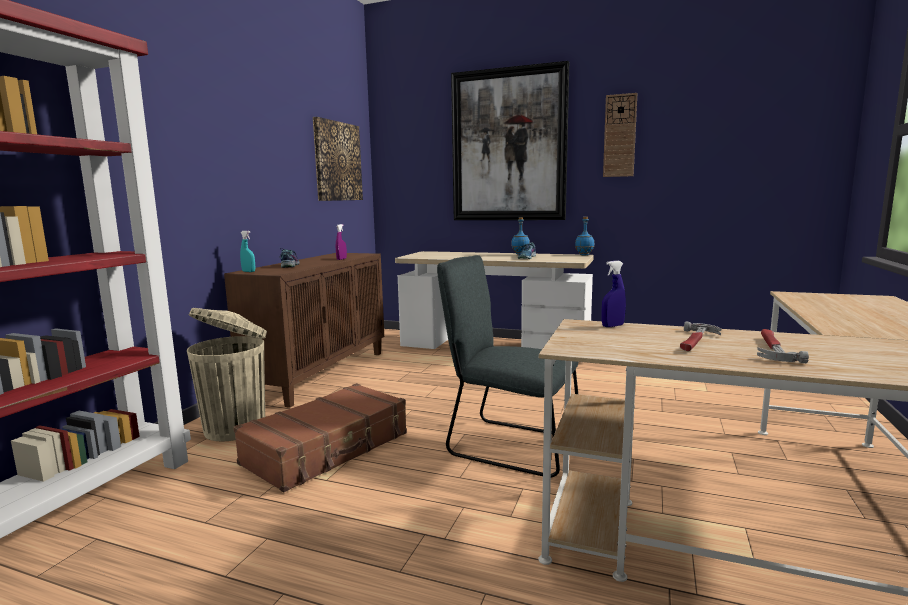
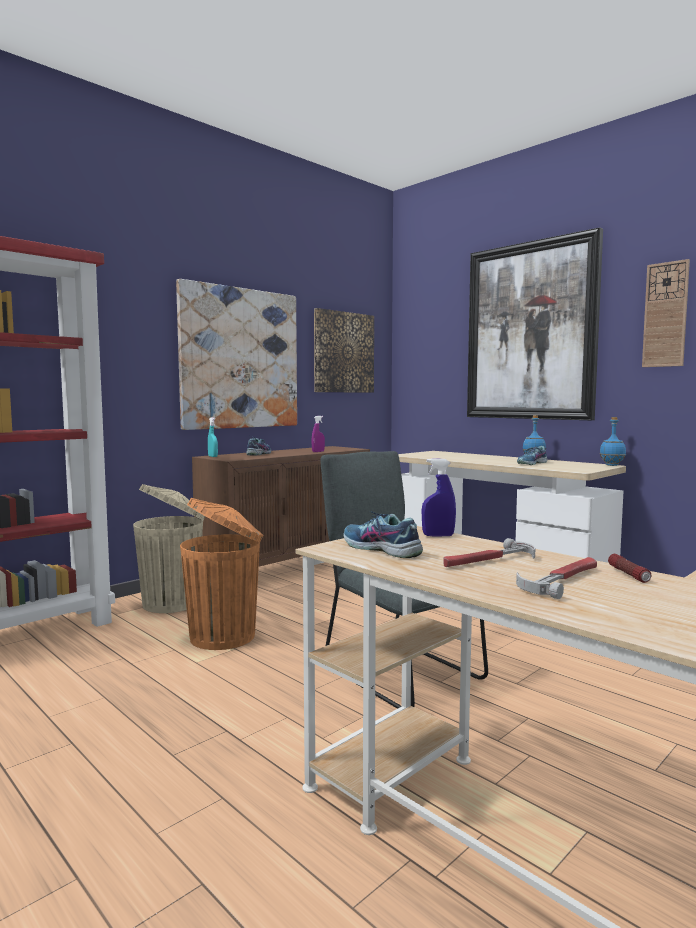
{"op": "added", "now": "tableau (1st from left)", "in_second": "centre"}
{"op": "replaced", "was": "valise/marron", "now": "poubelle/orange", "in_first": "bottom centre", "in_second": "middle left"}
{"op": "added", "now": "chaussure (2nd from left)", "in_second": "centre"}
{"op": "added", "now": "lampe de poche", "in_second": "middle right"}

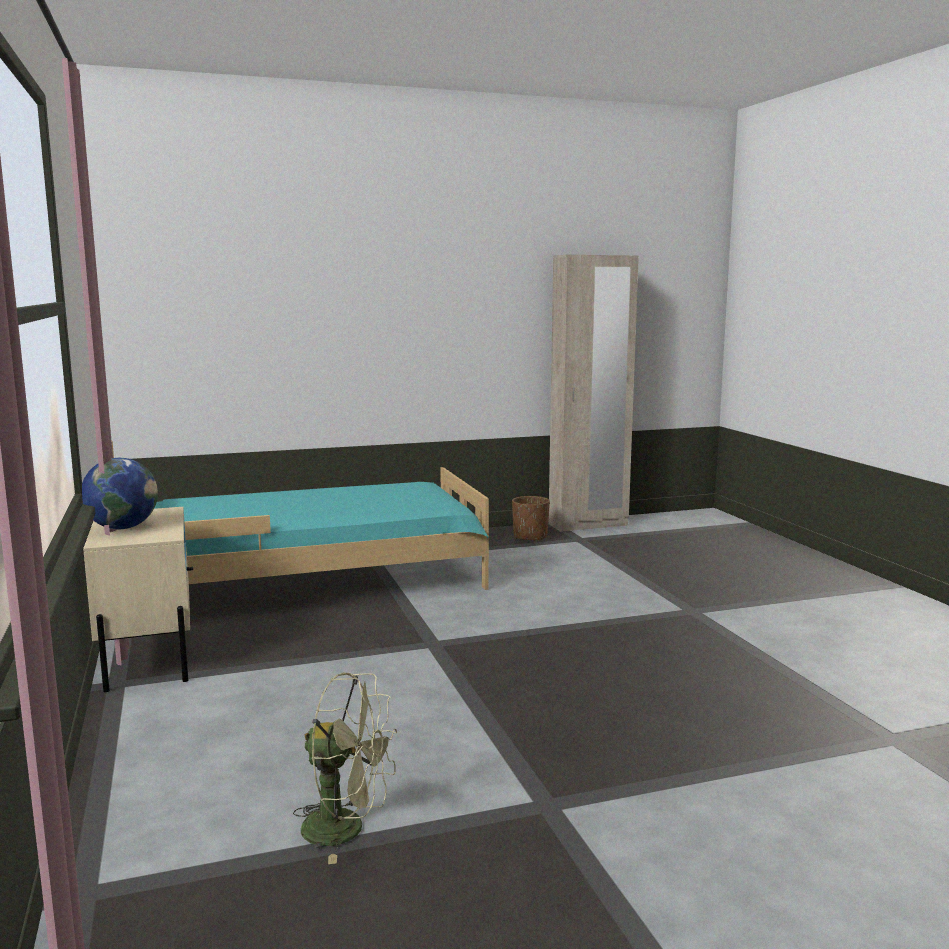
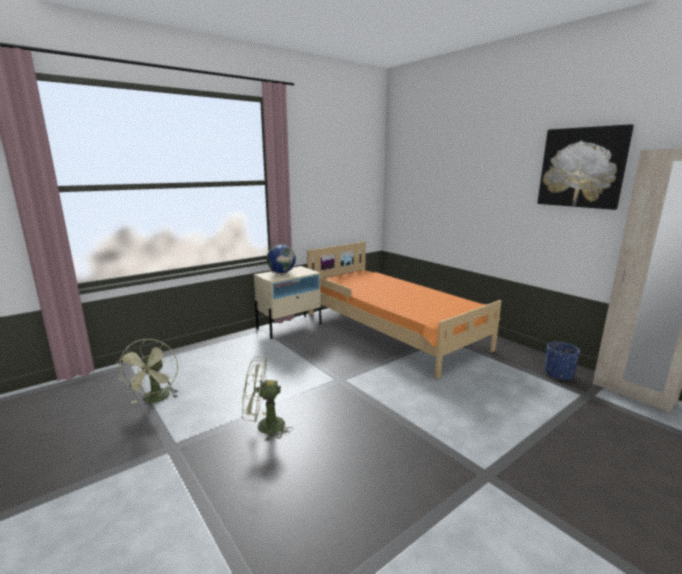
{"op": "added", "now": "ventilateur/vert (2nd from left)", "in_second": "bottom centre"}
{"op": "recoloured", "was": "lit/turquoise", "now": "lit/orange", "in_first": "middle left", "in_second": "centre"}
{"op": "added", "now": "tableau", "in_second": "top right"}
{"op": "recoloured", "was": "cache-pot/marron", "now": "cache-pot/bleu", "in_first": "centre", "in_second": "middle right"}

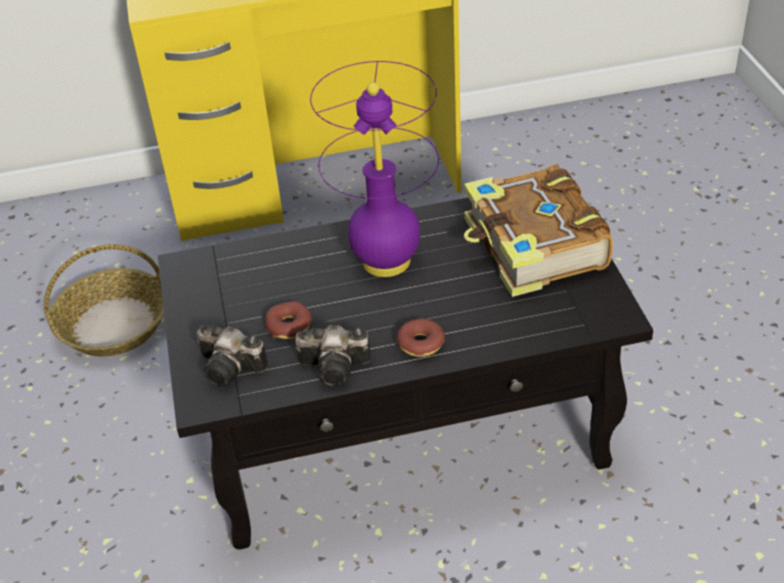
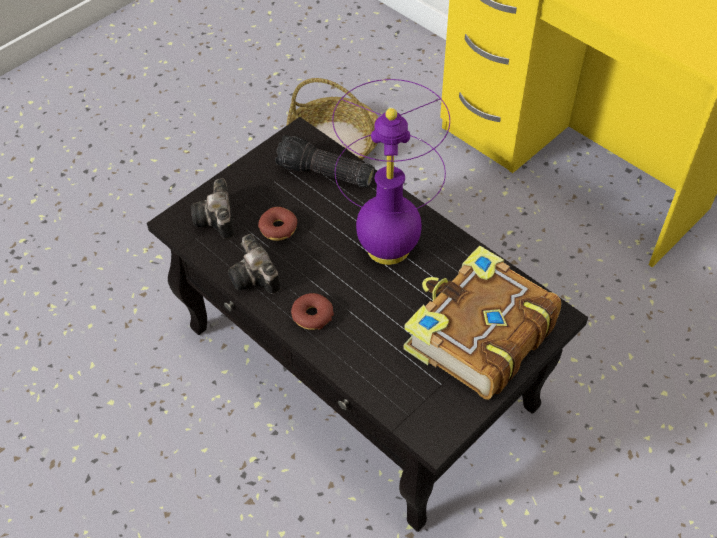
{"op": "added", "now": "lampe de poche", "in_second": "top centre"}

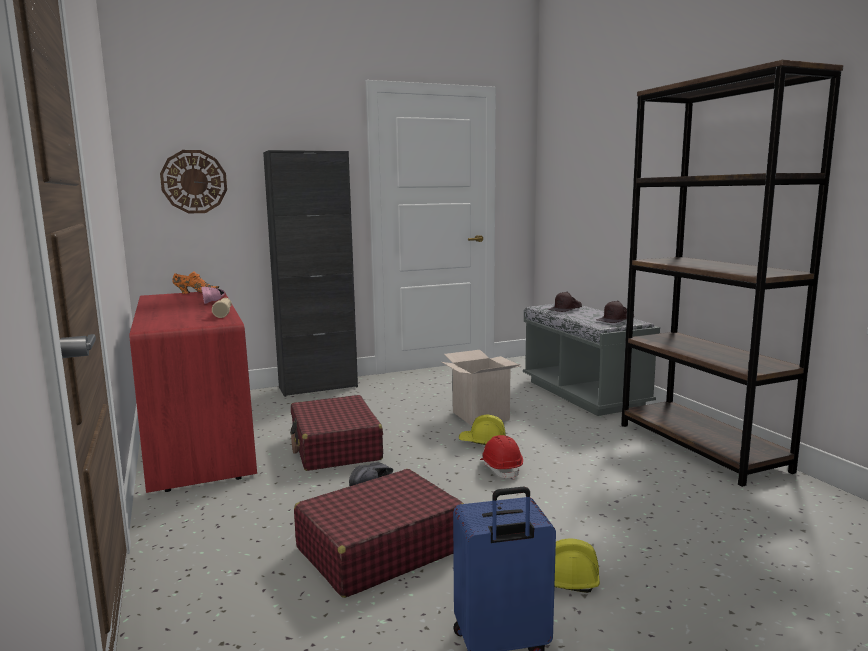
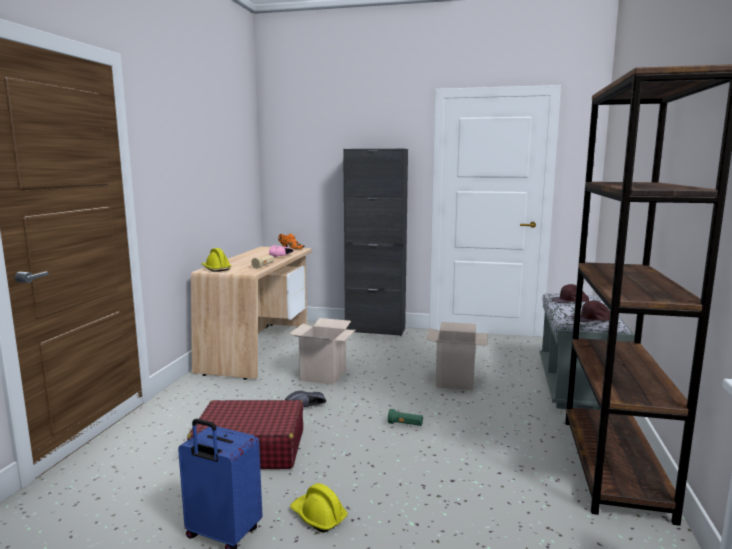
{"op": "recoloured", "was": "bureau/rouge", "now": "bureau/beige", "in_first": "middle left", "in_second": "centre"}
{"op": "moved", "was": "casque de chantier/jaune (1st from left)", "in_first": "centre", "in_second": "middle left"}
{"op": "replaced", "was": "valise/rouge (1st from left)", "now": "carton (1st from left)", "in_first": "centre", "in_second": "centre"}
{"op": "replaced", "was": "casque de chantier/rouge", "now": "lampe de poche/vert", "in_first": "bottom centre", "in_second": "bottom centre"}
{"op": "removed", "was": "horloge murale", "in_first": "top left"}

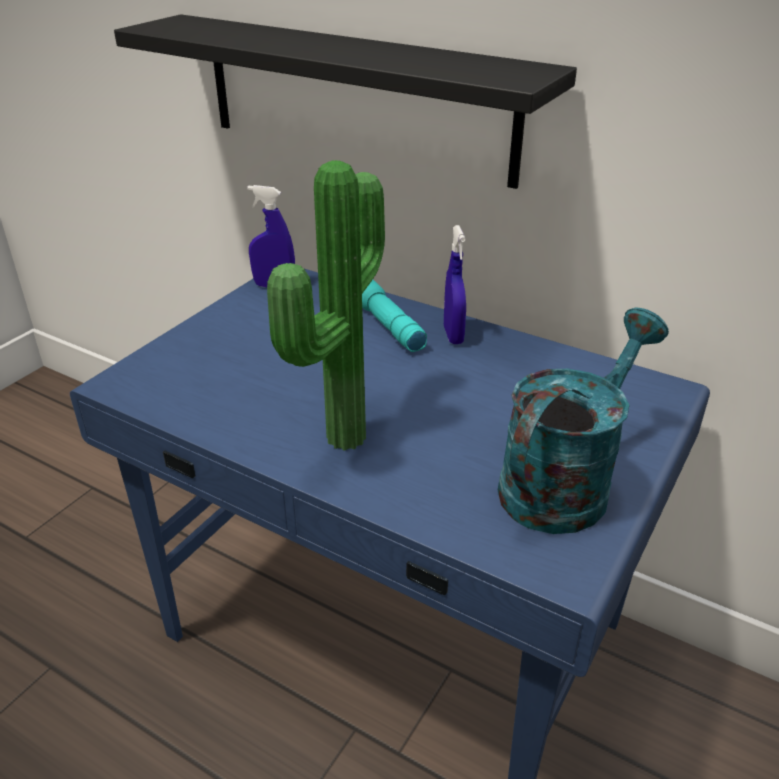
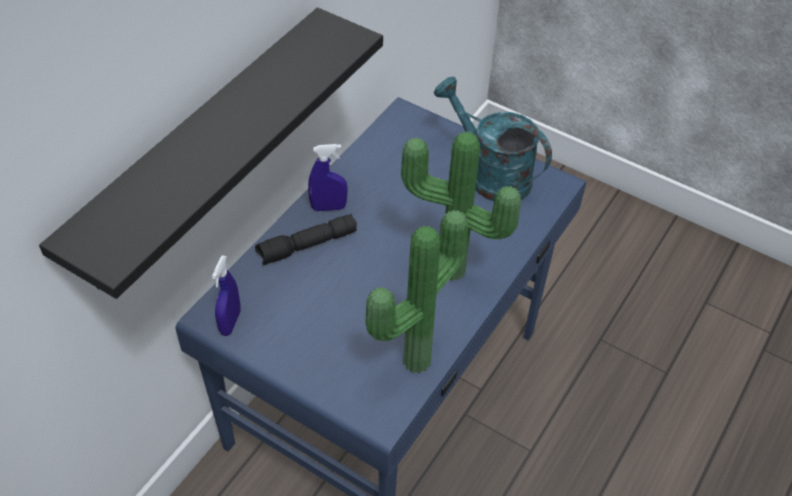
{"op": "recoloured", "was": "lampe de poche/turquoise", "now": "lampe de poche/noir", "in_first": "centre", "in_second": "centre"}
{"op": "added", "now": "plante en pot (1st from left)", "in_second": "centre"}

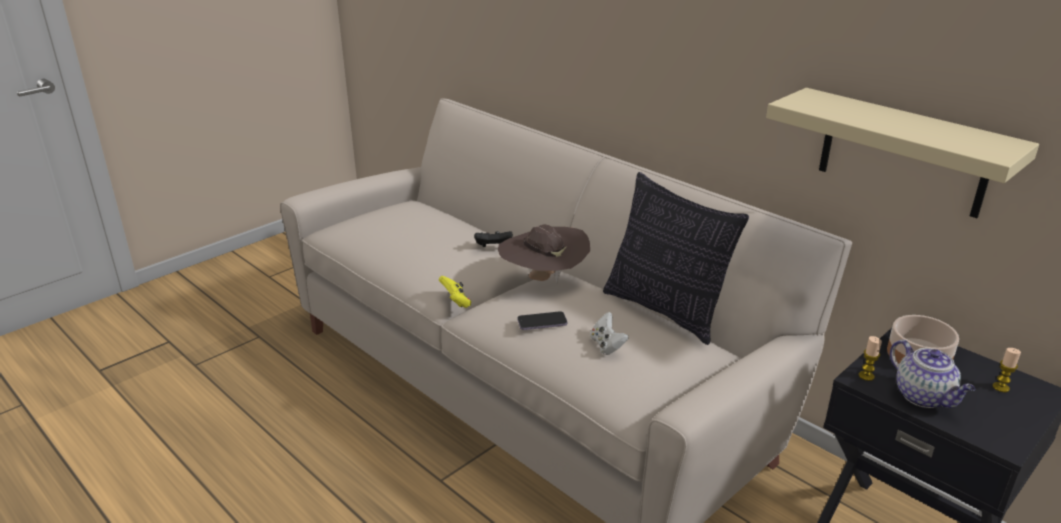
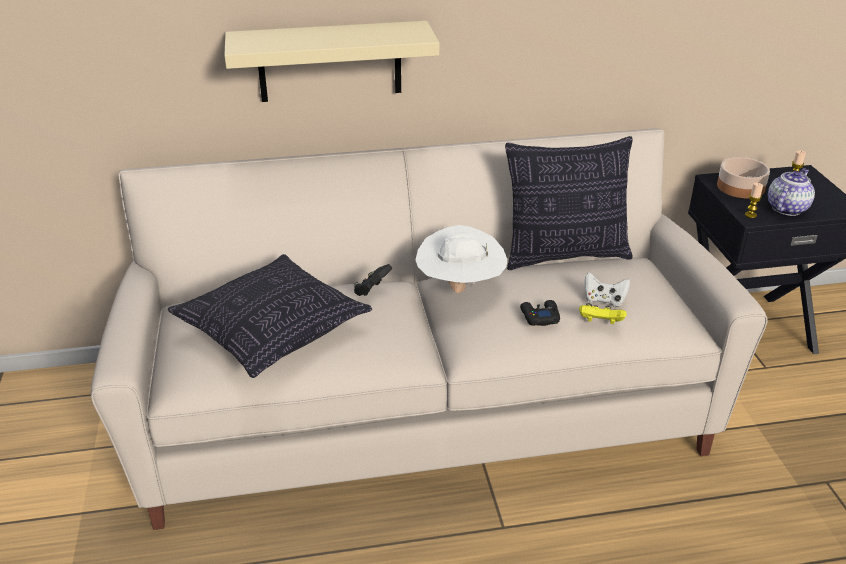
{"op": "added", "now": "coussin (1st from left)", "in_second": "middle left"}
{"op": "moved", "was": "étagère/beige", "in_first": "top right", "in_second": "top centre"}
{"op": "recoloured", "was": "chapeau/marron", "now": "chapeau/blanc", "in_first": "centre", "in_second": "centre"}
{"op": "replaced", "was": "téléphone", "now": "manette/noir (2nd from left)", "in_first": "centre", "in_second": "centre"}
{"op": "moved", "was": "manette/jaune", "in_first": "centre", "in_second": "middle right"}
{"op": "turned", "was": "théière", "in_first": "bottom right", "in_second": "middle right", "clockwise": -60}

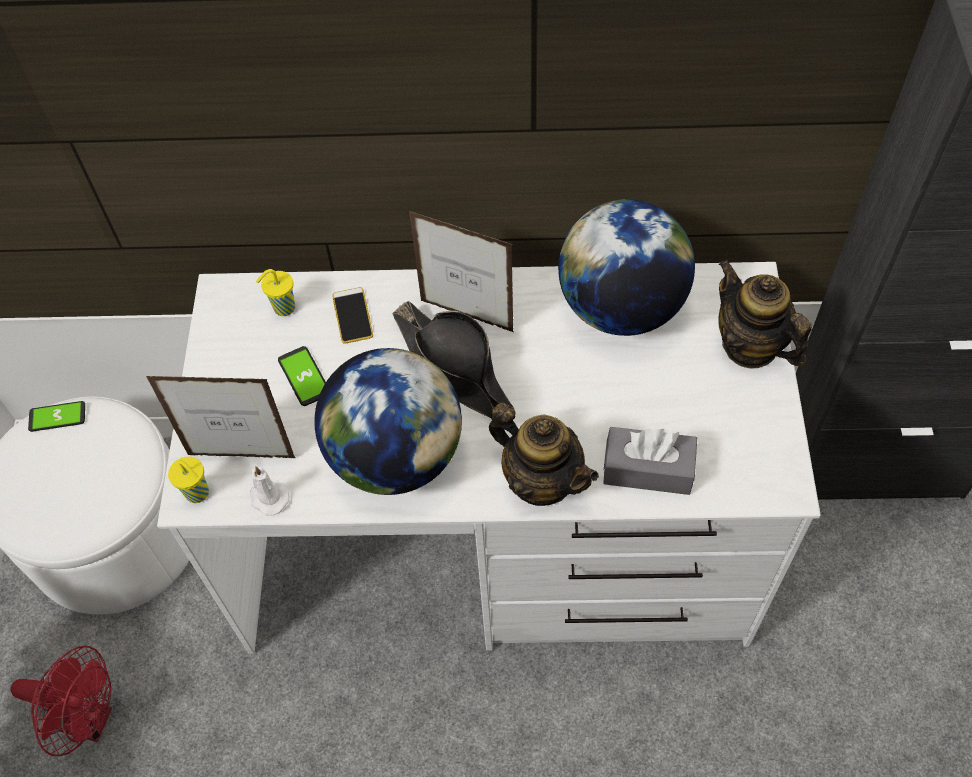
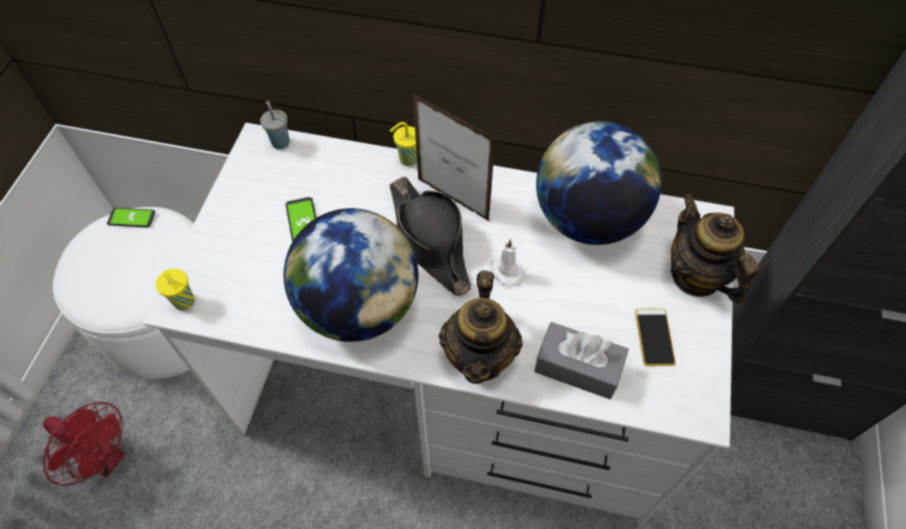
{"op": "added", "now": "tasse/gris", "in_second": "top left"}
{"op": "moved", "was": "tasse/jaune (2nd from left)", "in_first": "middle left", "in_second": "top centre"}
{"op": "turned", "was": "théière (1st from left)", "in_first": "centre", "in_second": "centre", "clockwise": 45}
{"op": "moved", "was": "bougie/blanc", "in_first": "middle left", "in_second": "centre"}
{"op": "moved", "was": "téléphone (3rd from left)", "in_first": "centre", "in_second": "middle right"}
{"op": "removed", "was": "cadre photo (1st from left)", "in_first": "middle left"}

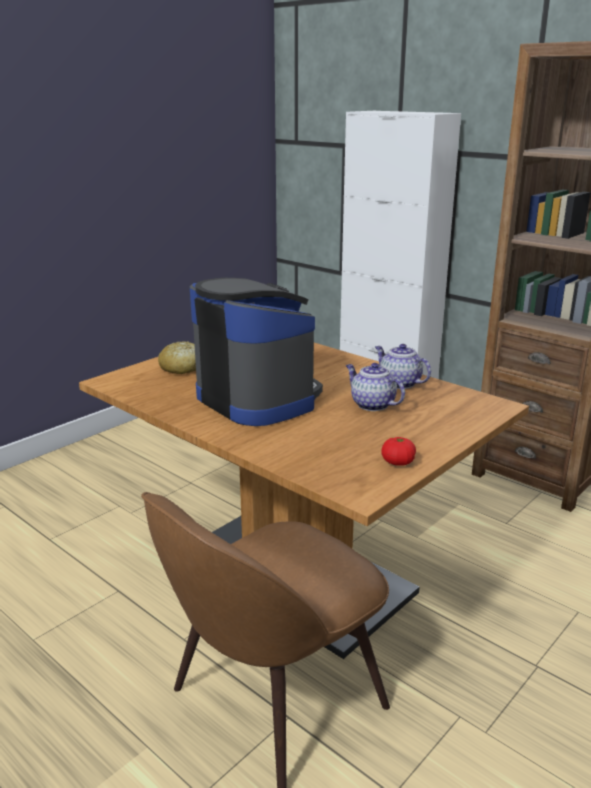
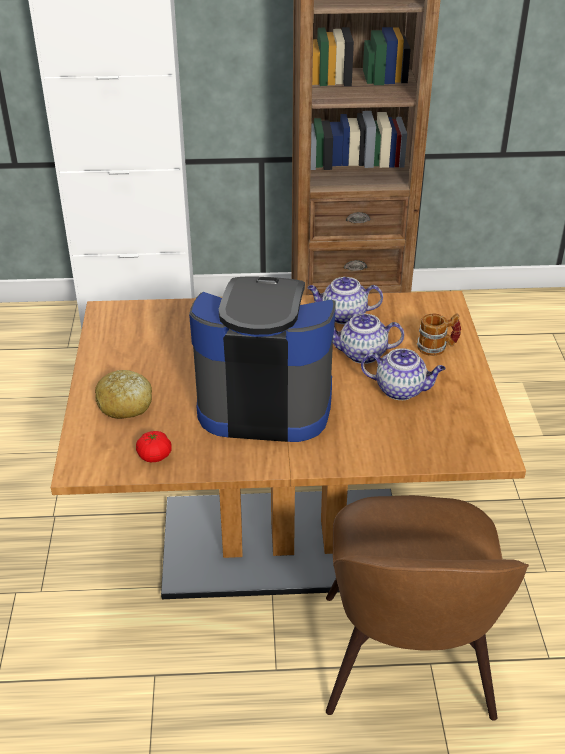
{"op": "moved", "was": "tomate", "in_first": "middle right", "in_second": "middle left"}
{"op": "added", "now": "théière (3rd from left)", "in_second": "middle right"}
{"op": "added", "now": "mug", "in_second": "middle right"}

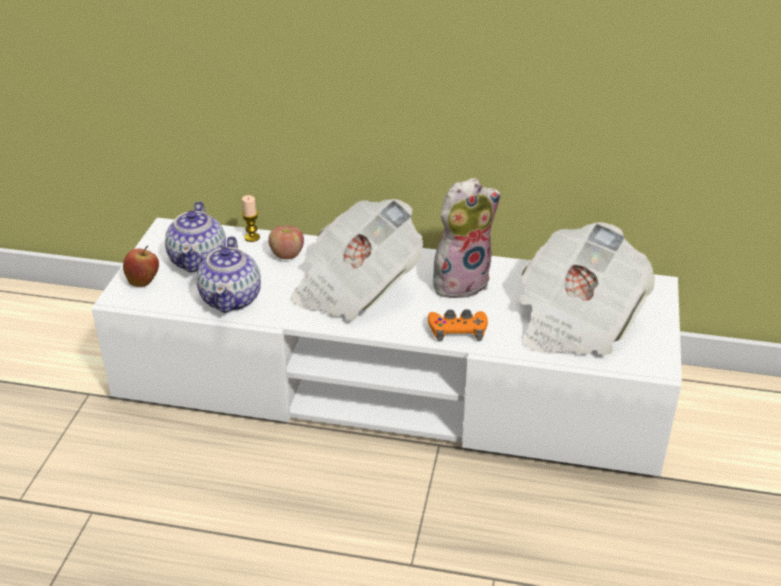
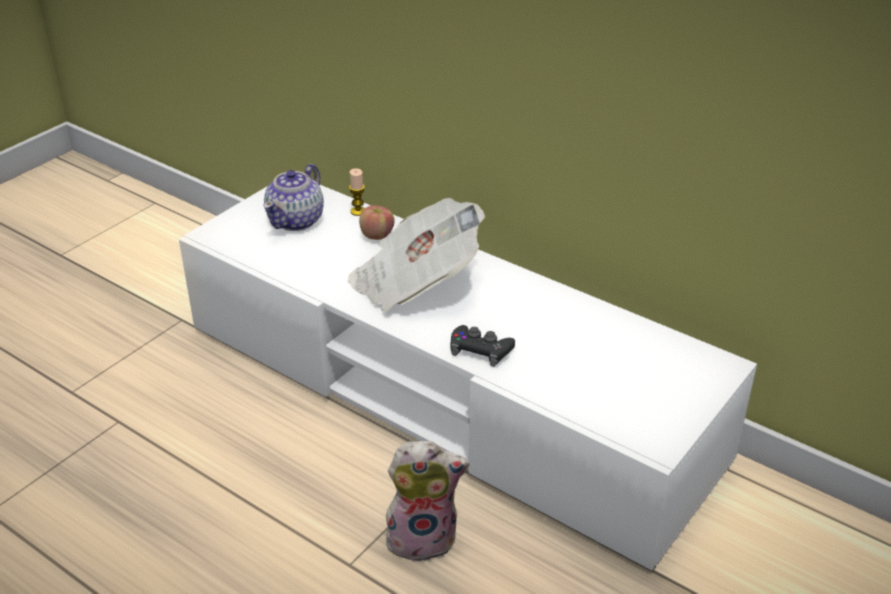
{"op": "moved", "was": "peluche", "in_first": "centre", "in_second": "bottom centre"}
{"op": "recoloured", "was": "manette/orange", "now": "manette/noir", "in_first": "centre", "in_second": "centre"}
{"op": "removed", "was": "pomme (1st from left)", "in_first": "middle left"}
{"op": "removed", "was": "théière (2nd from left)", "in_first": "middle left"}
{"op": "removed", "was": "journal (2nd from left)", "in_first": "middle right"}

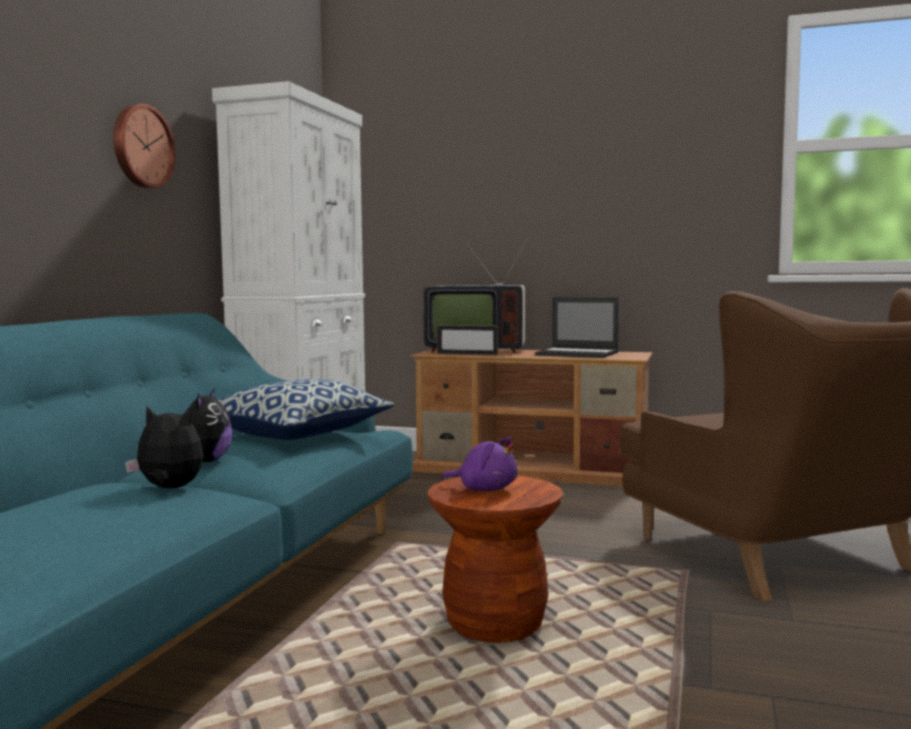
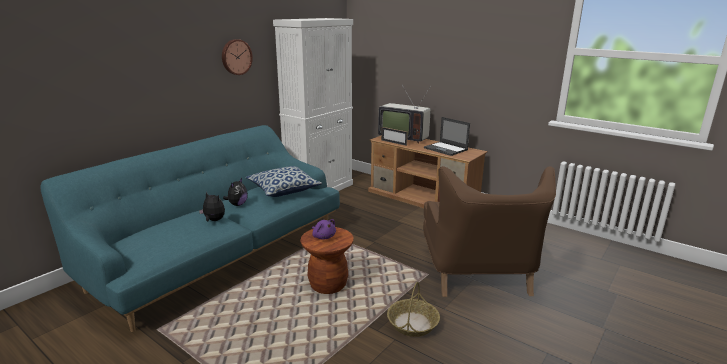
{"op": "added", "now": "panier", "in_second": "bottom centre"}

